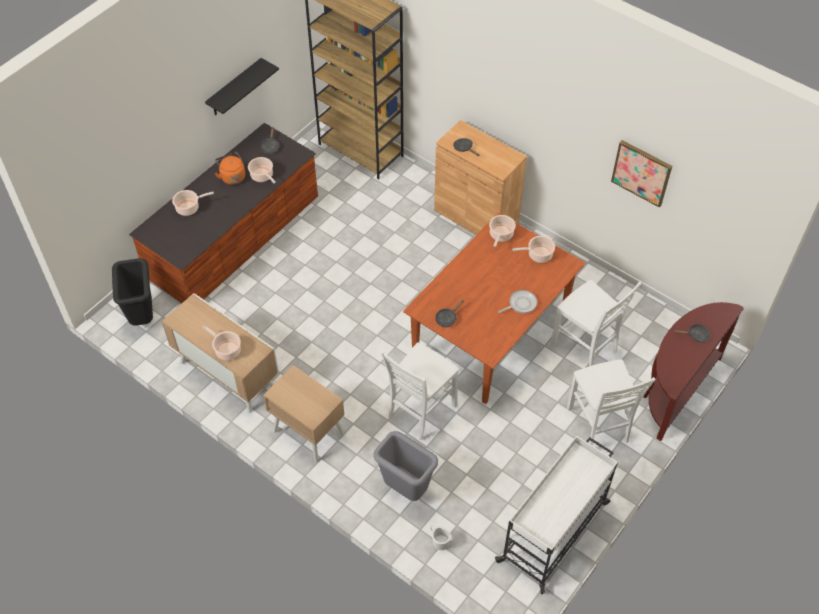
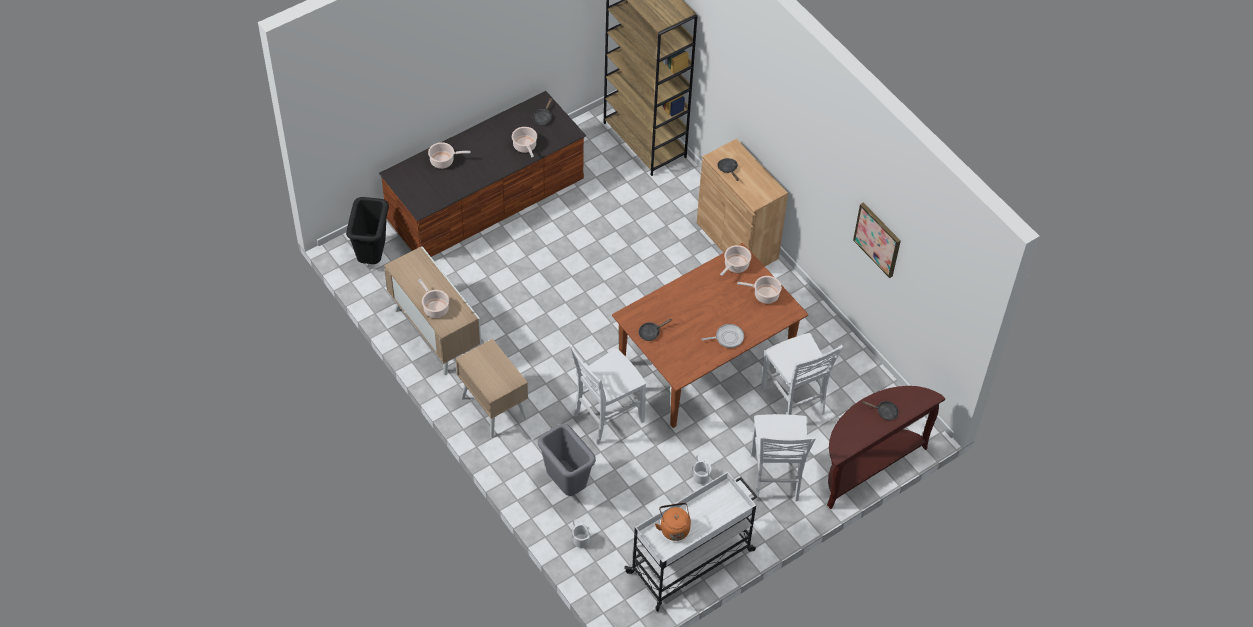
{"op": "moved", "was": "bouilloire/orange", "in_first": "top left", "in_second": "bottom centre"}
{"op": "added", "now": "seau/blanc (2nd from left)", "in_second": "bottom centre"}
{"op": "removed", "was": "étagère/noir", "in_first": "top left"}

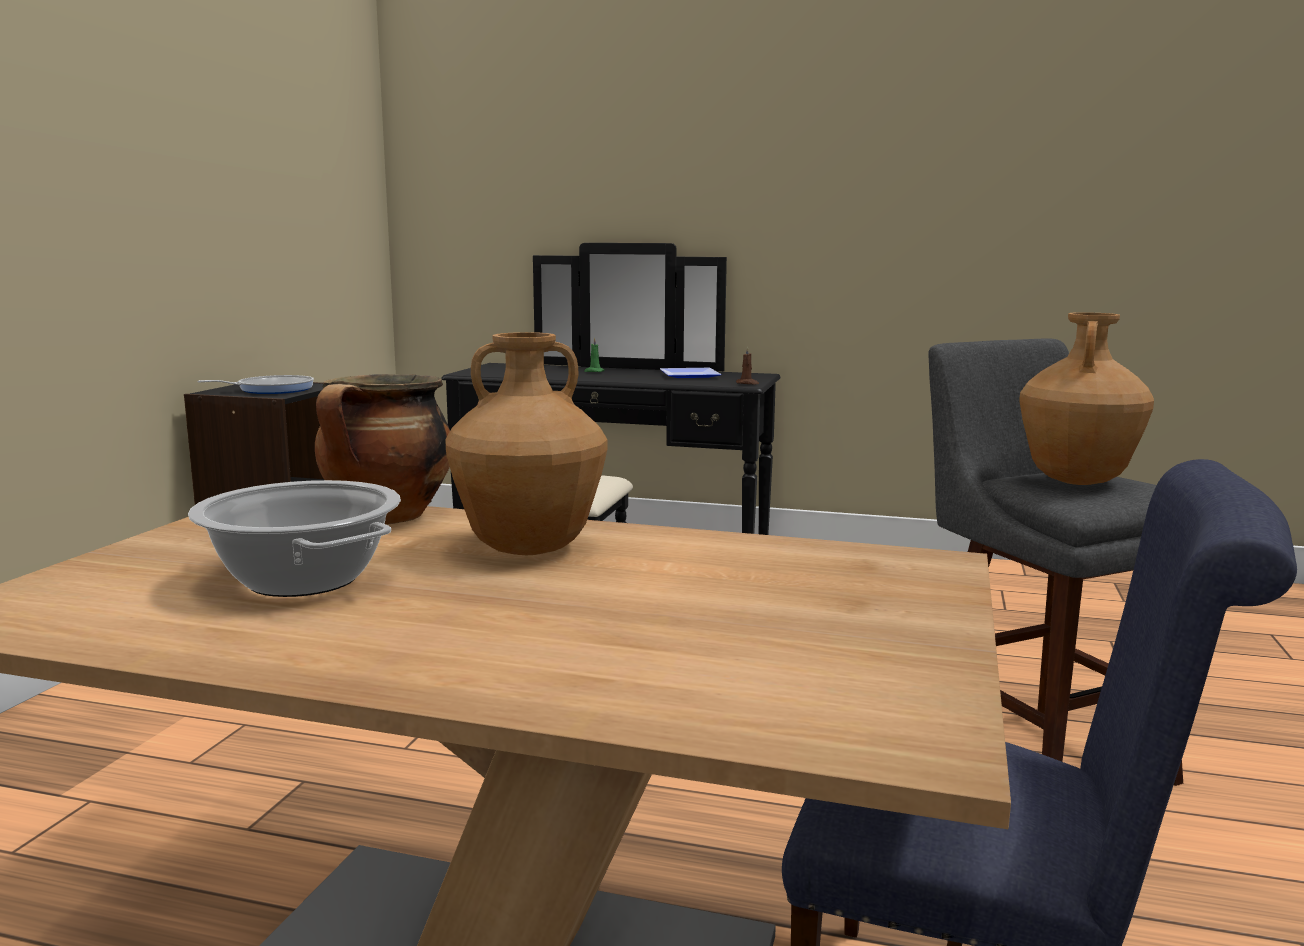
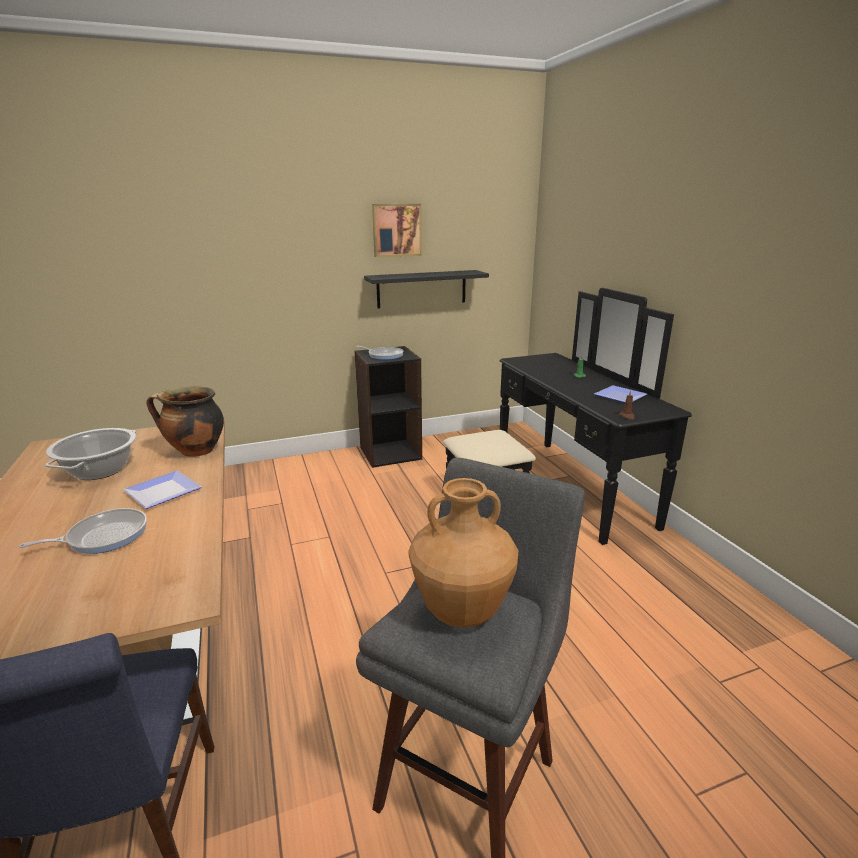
{"op": "added", "now": "poêle (1st from left)", "in_second": "middle left"}
{"op": "replaced", "was": "vase/marron (1st from left)", "now": "assiette (1st from left)", "in_first": "centre", "in_second": "middle left"}
{"op": "added", "now": "étagère/noir", "in_second": "centre"}
{"op": "added", "now": "tableau", "in_second": "top centre"}

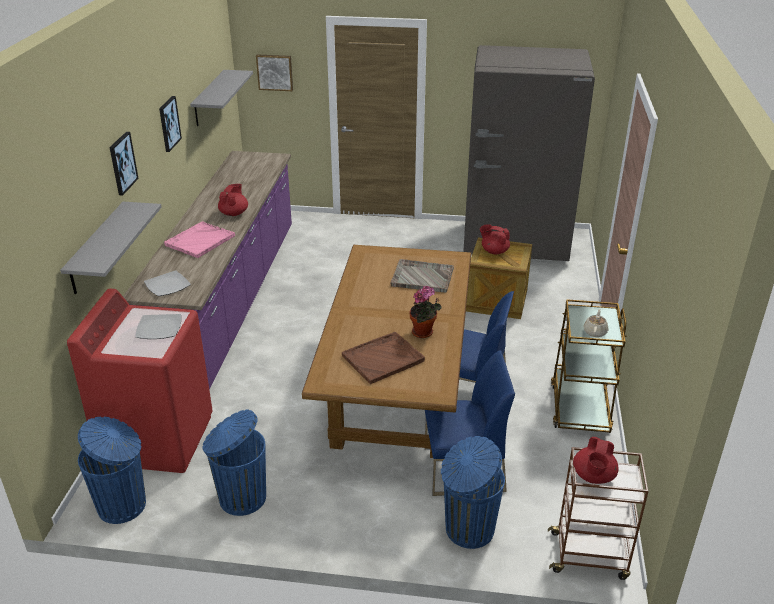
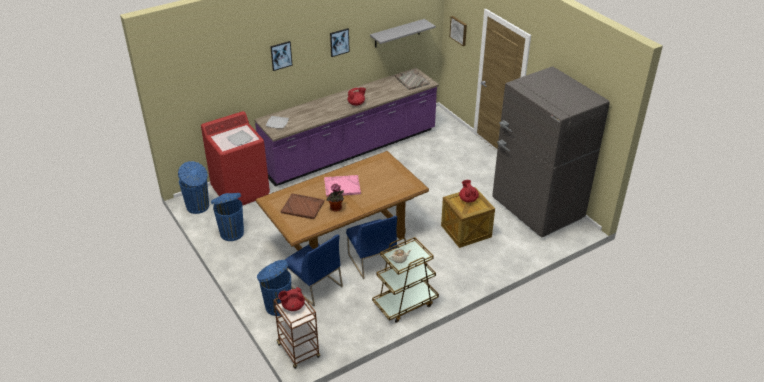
{"op": "moved", "was": "plateau/rose", "in_first": "middle left", "in_second": "centre"}
{"op": "moved", "was": "plateau/gris", "in_first": "centre", "in_second": "top centre"}
{"op": "removed", "was": "étagère/gris (1st from left)", "in_first": "middle left"}

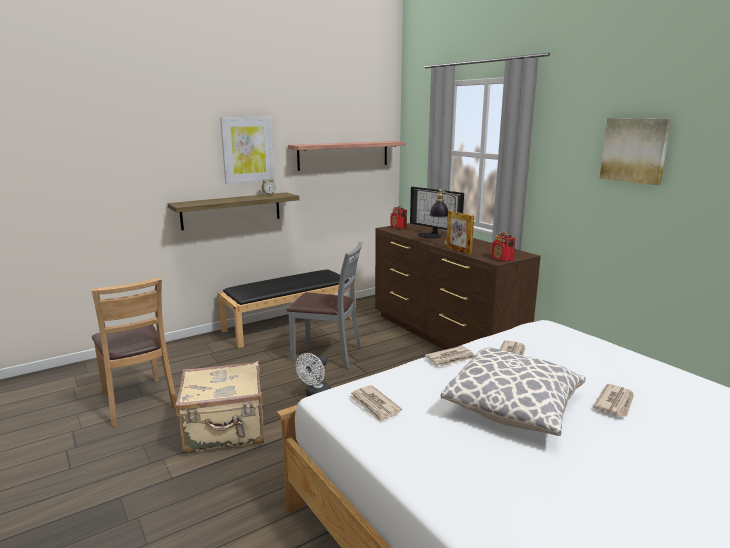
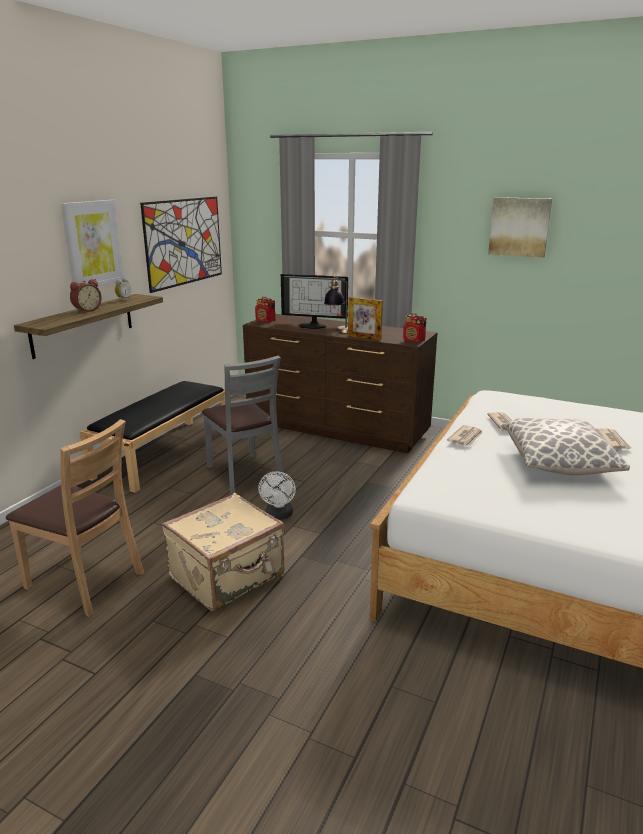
{"op": "added", "now": "réveil (1st from left)", "in_second": "middle left"}
{"op": "replaced", "was": "étagère (2nd from left)", "now": "tableau (2nd from left)", "in_first": "top centre", "in_second": "top left"}
{"op": "turned", "was": "chaise/gris", "in_first": "centre", "in_second": "centre", "clockwise": 75}
{"op": "removed", "was": "journal (1st from left)", "in_first": "bottom centre"}

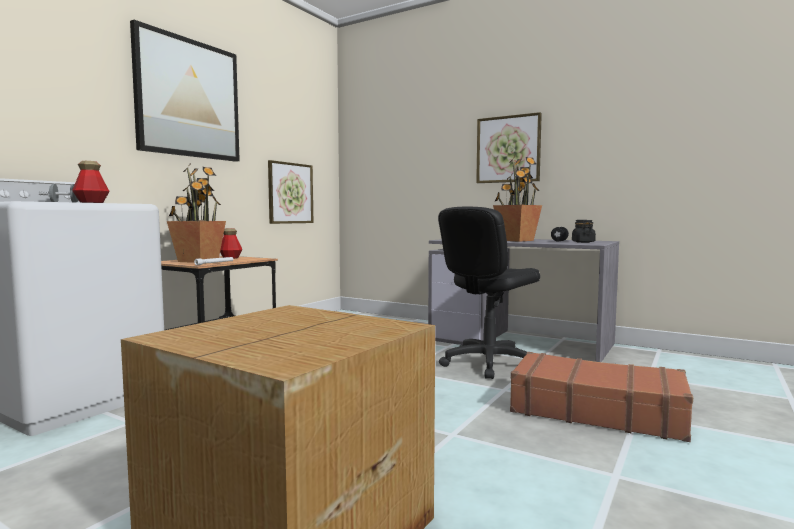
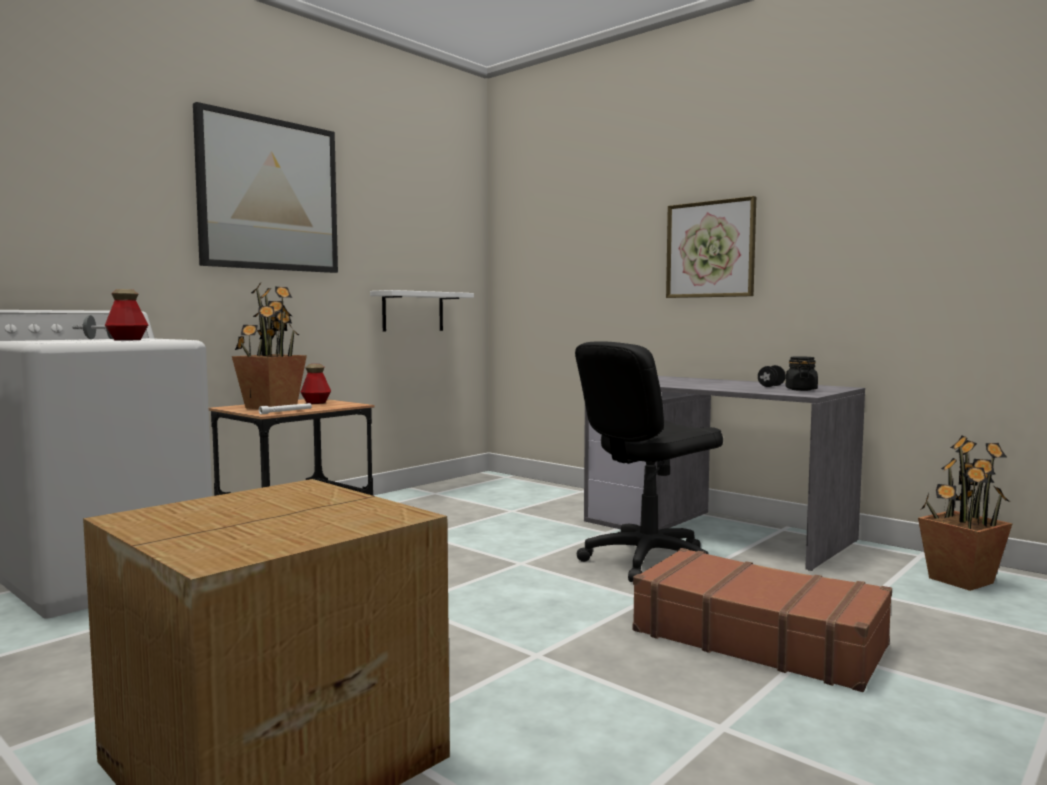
{"op": "replaced", "was": "tableau (2nd from left)", "now": "étagère/blanc", "in_first": "centre", "in_second": "centre"}
{"op": "moved", "was": "plante en pot (2nd from left)", "in_first": "centre", "in_second": "middle right"}

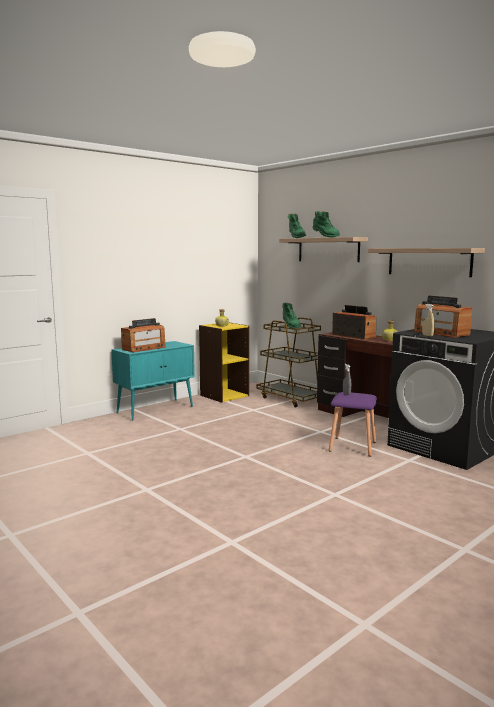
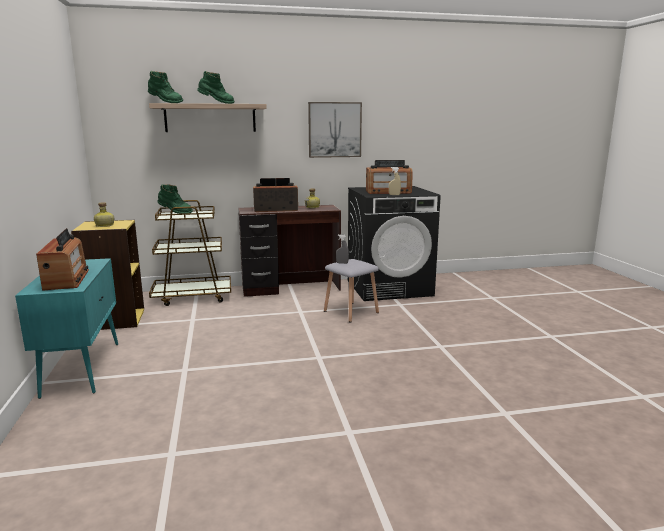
{"op": "replaced", "was": "étagère (2nd from left)", "now": "tableau", "in_first": "middle right", "in_second": "top centre"}
{"op": "recoloured", "was": "tabouret/violet", "now": "tabouret/gris", "in_first": "middle right", "in_second": "centre"}

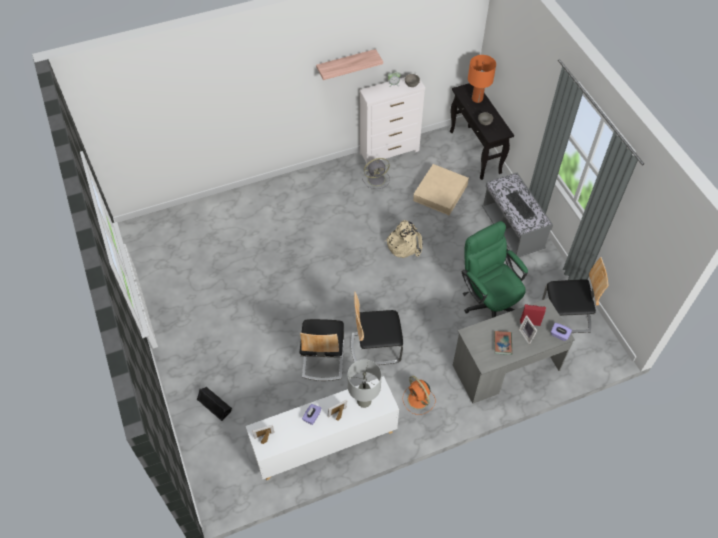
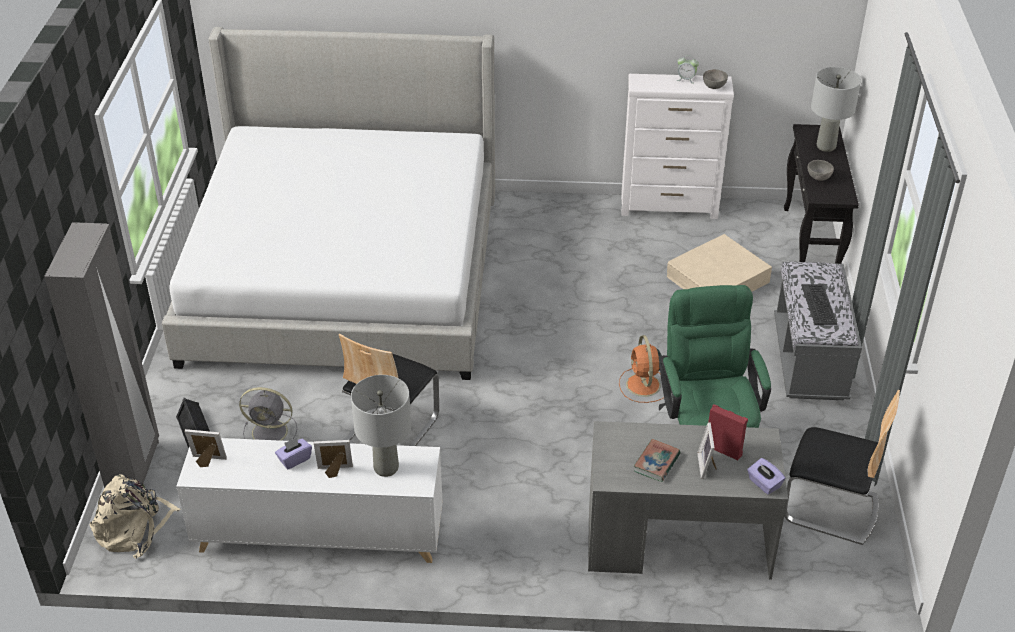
{"op": "added", "now": "armoire/gris", "in_second": "middle left"}
{"op": "moved", "was": "sac à dos/beige", "in_first": "centre", "in_second": "bottom left"}
{"op": "added", "now": "lit", "in_second": "top left"}
{"op": "moved", "was": "ventilateur/gris", "in_first": "top centre", "in_second": "middle left"}
{"op": "moved", "was": "ventilateur/orange", "in_first": "bottom centre", "in_second": "centre"}
{"op": "recoloured", "was": "lampe de table/orange", "now": "lampe de table/gris (2nd from left)", "in_first": "top right", "in_second": "top right"}
{"op": "removed", "was": "étagère", "in_first": "top centre"}
{"op": "removed", "was": "chaise (2nd from left)", "in_first": "centre"}

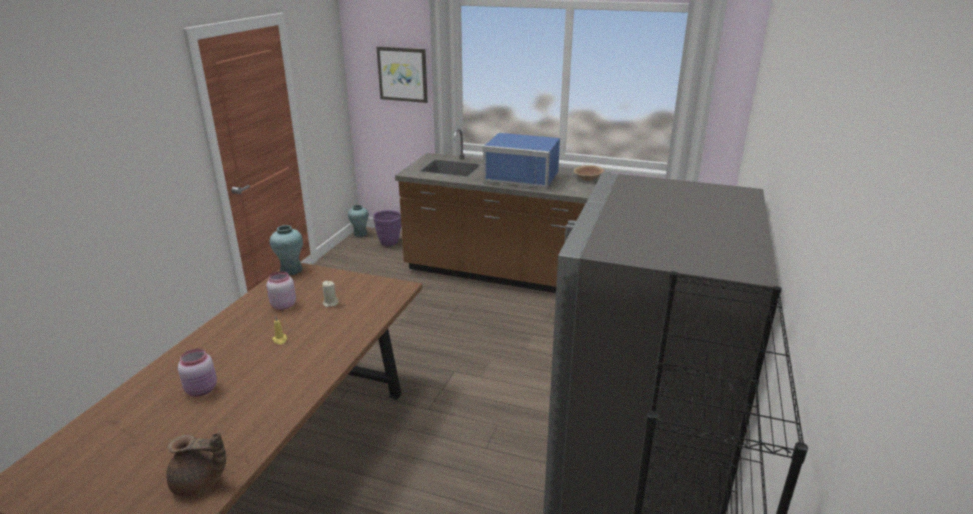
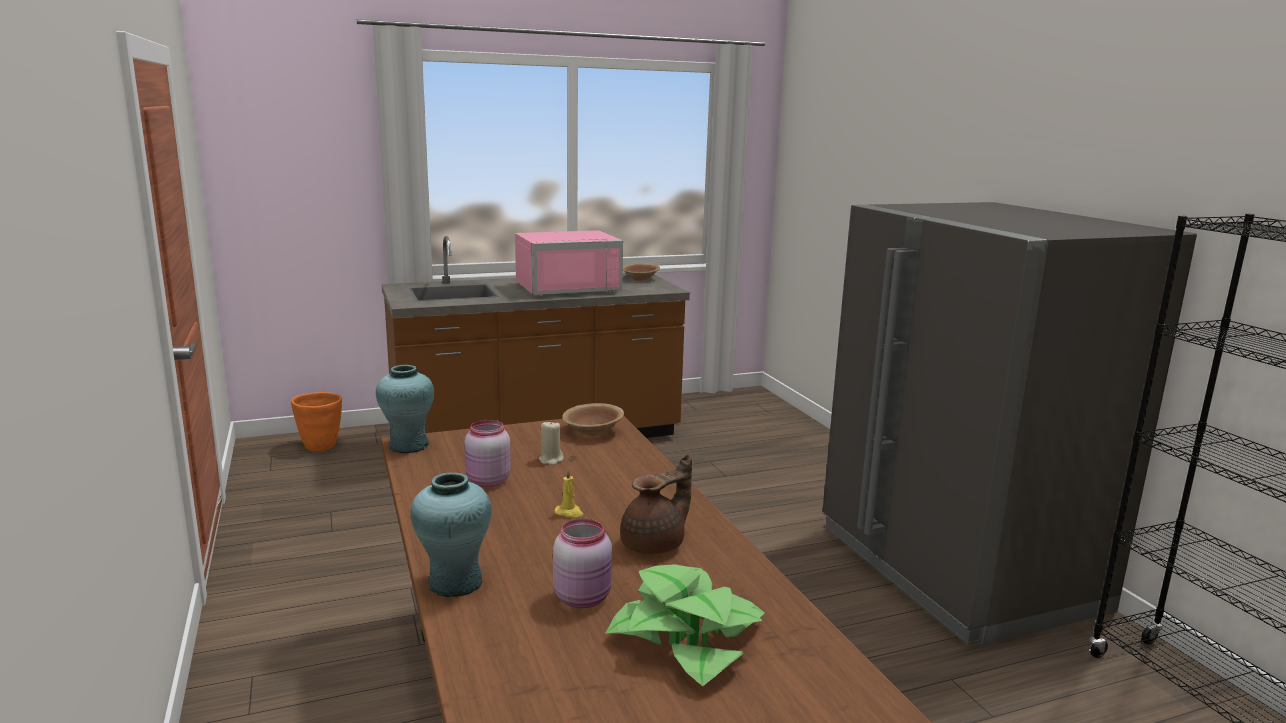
{"op": "recoloured", "was": "cache-pot/violet", "now": "cache-pot/orange", "in_first": "centre", "in_second": "middle left"}
{"op": "moved", "was": "vase/turquoise (2nd from left)", "in_first": "centre", "in_second": "bottom centre"}
{"op": "recoloured", "was": "micro-ondes/bleu", "now": "micro-ondes/rose", "in_first": "top centre", "in_second": "centre"}
{"op": "added", "now": "bol/marron (1st from left)", "in_second": "centre"}
{"op": "added", "now": "plante en pot", "in_second": "bottom centre"}
{"op": "moved", "was": "théière/marron", "in_first": "bottom left", "in_second": "bottom centre"}
{"op": "removed", "was": "tableau", "in_first": "top centre"}

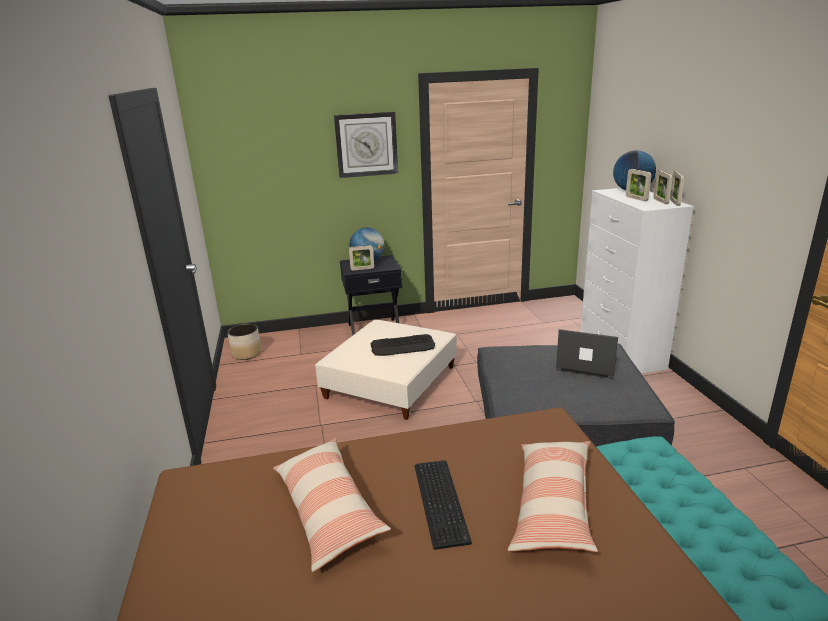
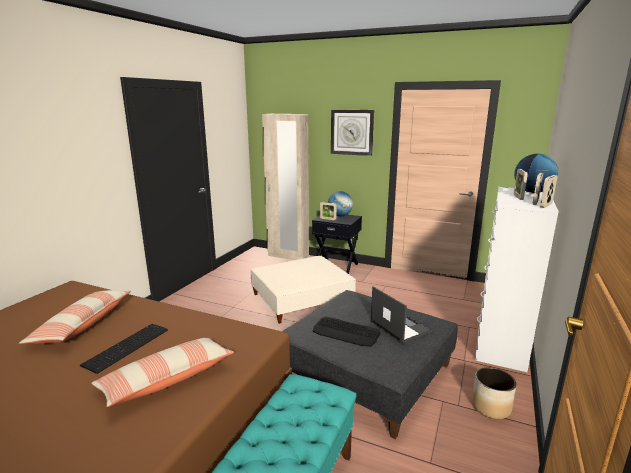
{"op": "added", "now": "armoire/beige", "in_second": "centre"}
{"op": "moved", "was": "clavier (1st from left in the first image)", "now": "clavier (2nd from left)", "in_first": "centre", "in_second": "bottom centre"}
{"op": "moved", "was": "cache-pot", "in_first": "middle left", "in_second": "bottom right"}

